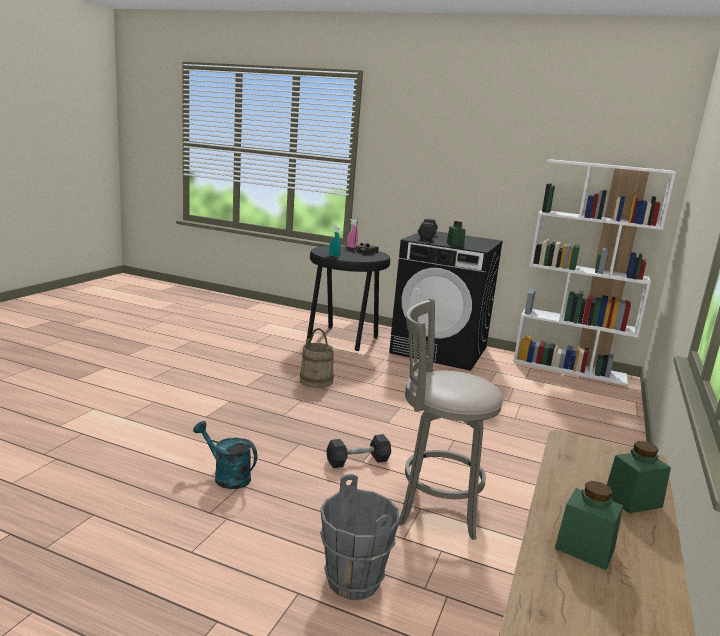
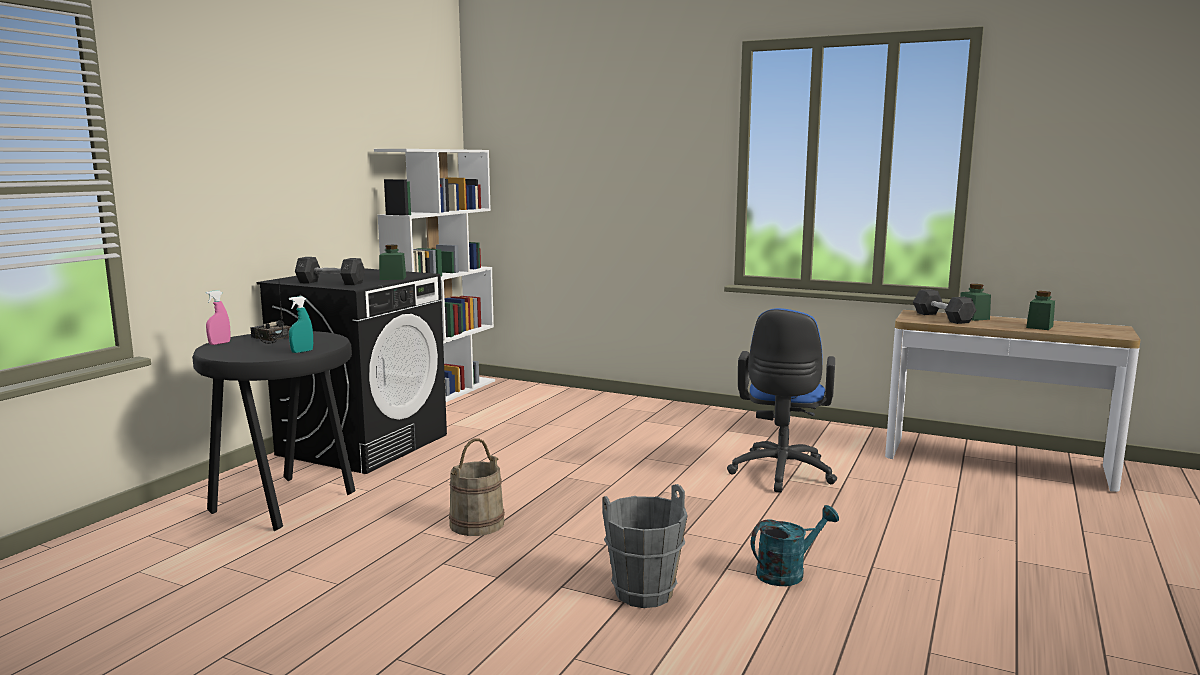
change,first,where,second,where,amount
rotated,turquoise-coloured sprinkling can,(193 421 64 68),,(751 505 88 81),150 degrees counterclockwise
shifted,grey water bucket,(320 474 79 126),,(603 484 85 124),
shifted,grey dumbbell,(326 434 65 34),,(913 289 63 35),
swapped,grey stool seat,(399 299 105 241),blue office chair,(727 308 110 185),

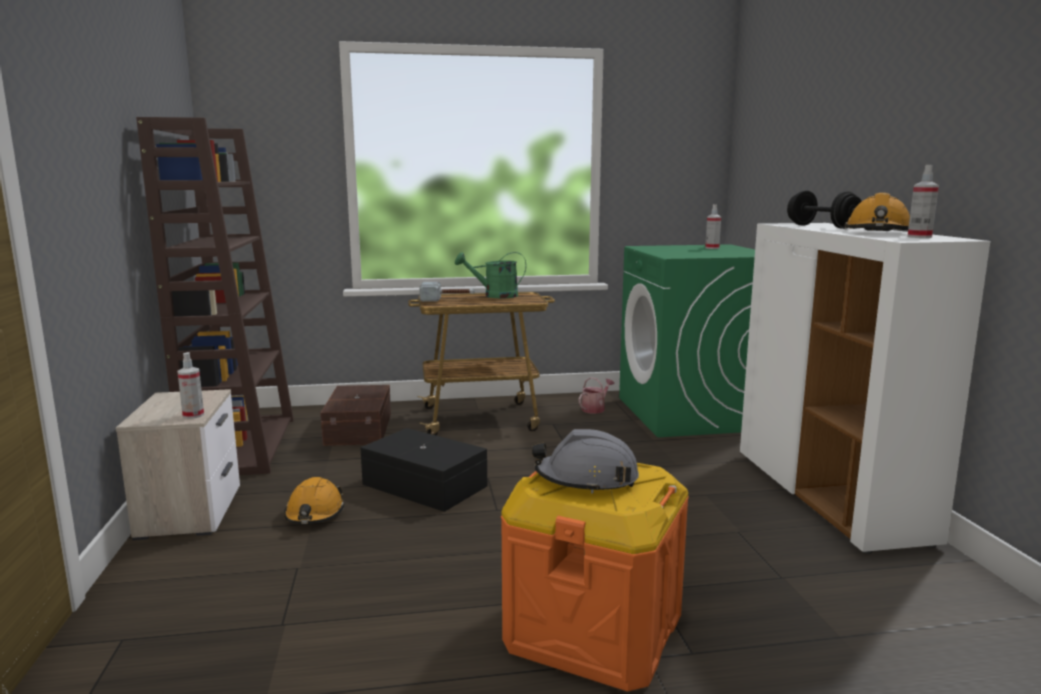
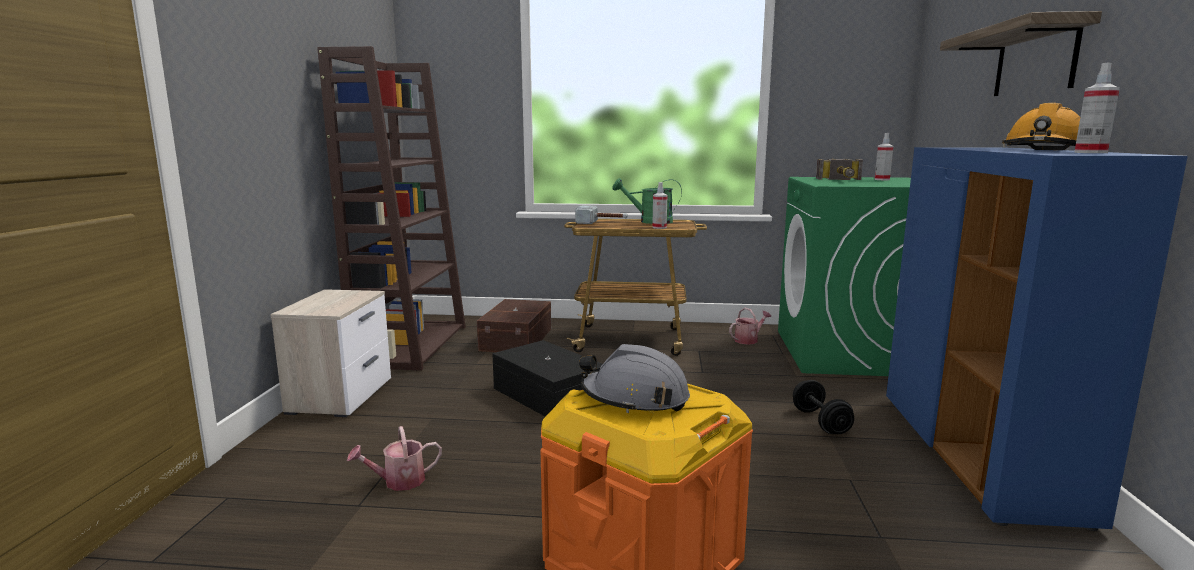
change,first,where,second,where,amount
shifted,sprayer,(177 352 27 67),,(652 182 15 47),
gone,orange-coloured safety helmet,(284 477 61 47),,,
repainted,white-coloured storage cabinet,(740 223 250 331),blue storage cabinet,(886 147 302 384),
shifted,black-coloured dumbbell,(787 191 75 38),,(793 380 61 54),
new,,,sprinkling can,(347 426 95 65),
new,,,tool hammer,(816 159 47 21),
new,,,bracket shelf,(940 11 162 85),

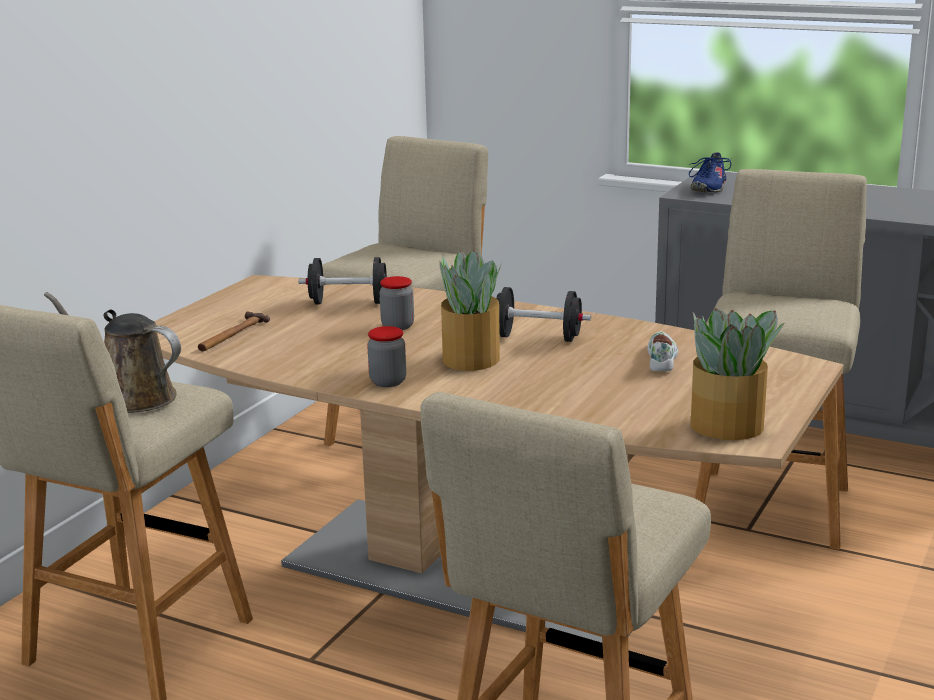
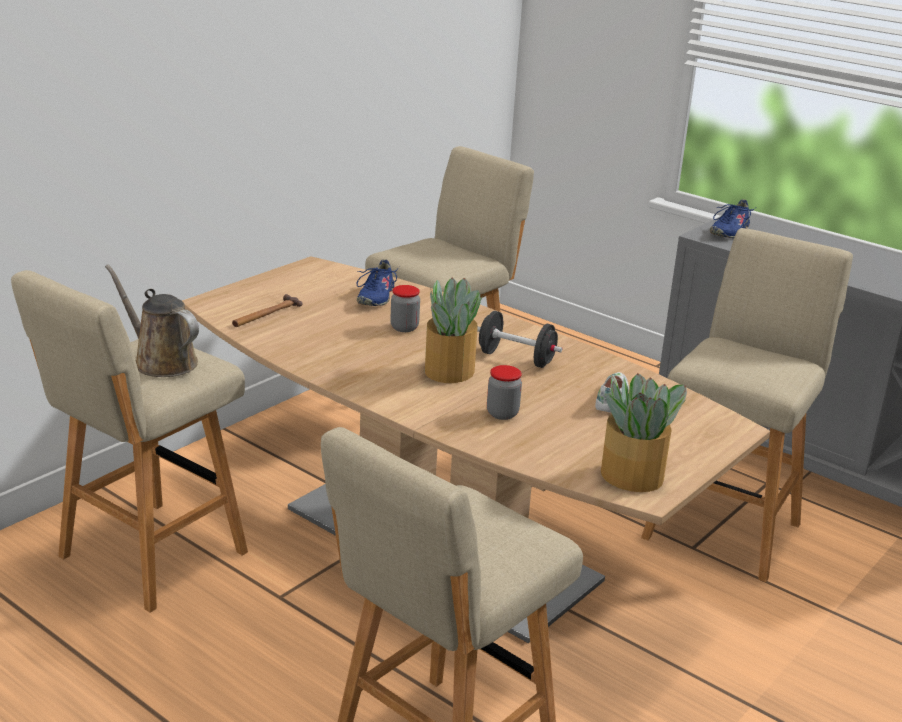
change,first,where,second,where,amount
swapped,black-coloured dumbbell,(298 257 89 47),blue low shoe,(356 259 43 47),
shifted,jar,(367 326 39 61),,(487 365 35 55),

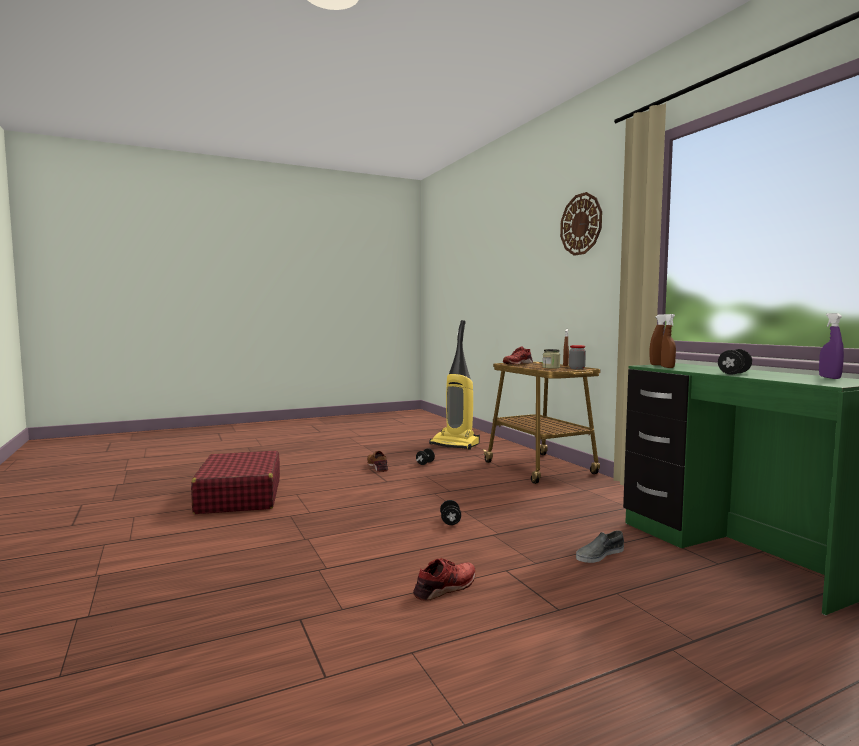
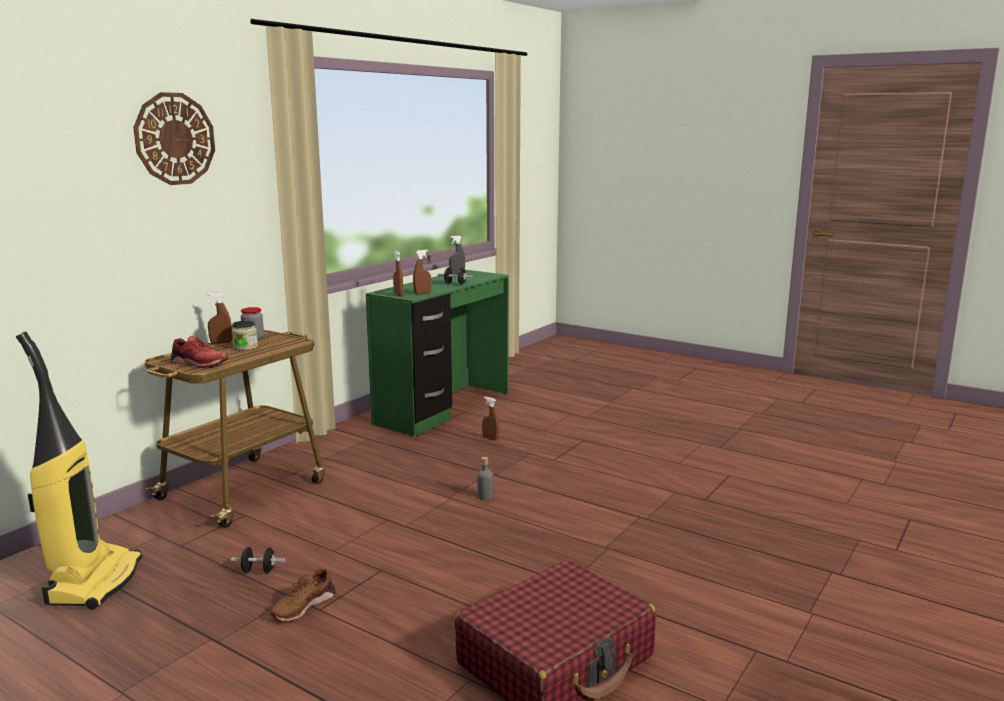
change,first,where,second,where,amount
gone,reddish low shoe,(413 558 63 43),,,
swapped,black-coloured dumbbell,(440 500 21 25),grey drink bottle,(477 457 16 43),
swapped,grey low shoe,(576 530 48 33),brown-coloured sprayer,(482 397 17 43),
repainted,purplish sprayer,(819 313 25 66),grey sprayer,(449 235 16 40),

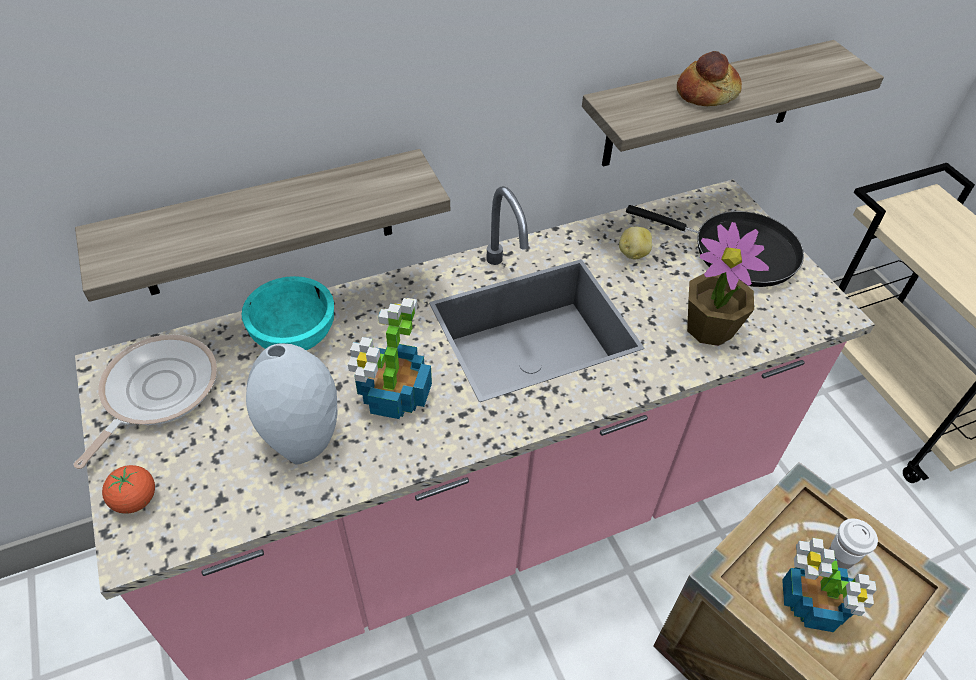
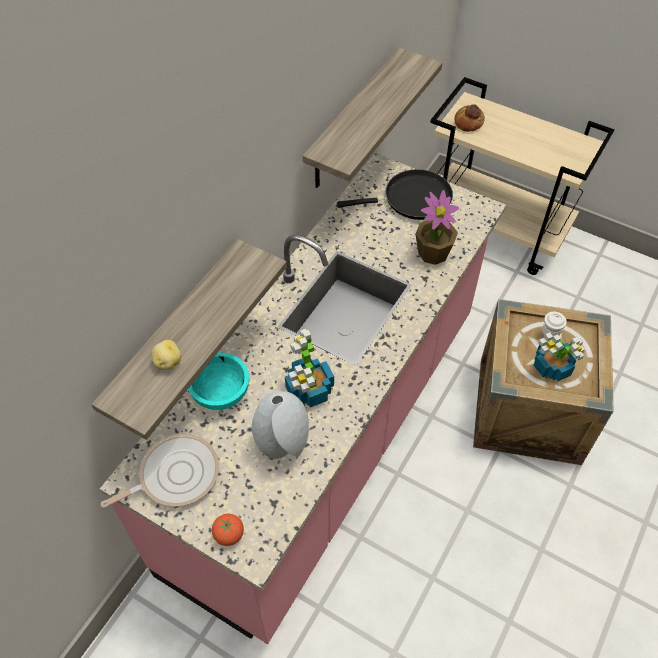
change,first,where,second,where,amount
rotated,frying pan,(73 334 144 135),,(101 434 118 74),75 degrees clockwise
shifted,spud,(619 227 33 32),,(152 340 29 30),
shifted,baked bread,(677 51 65 55),,(455 104 30 28),

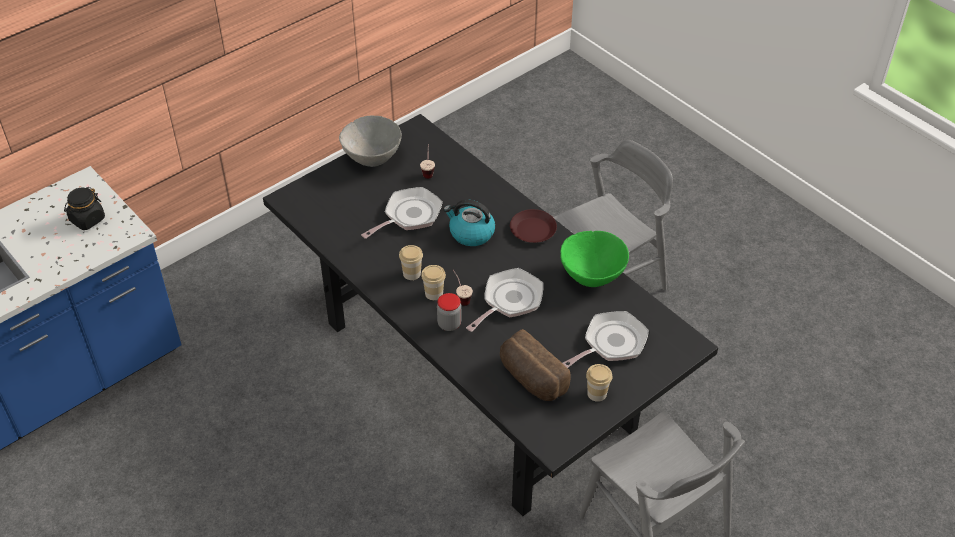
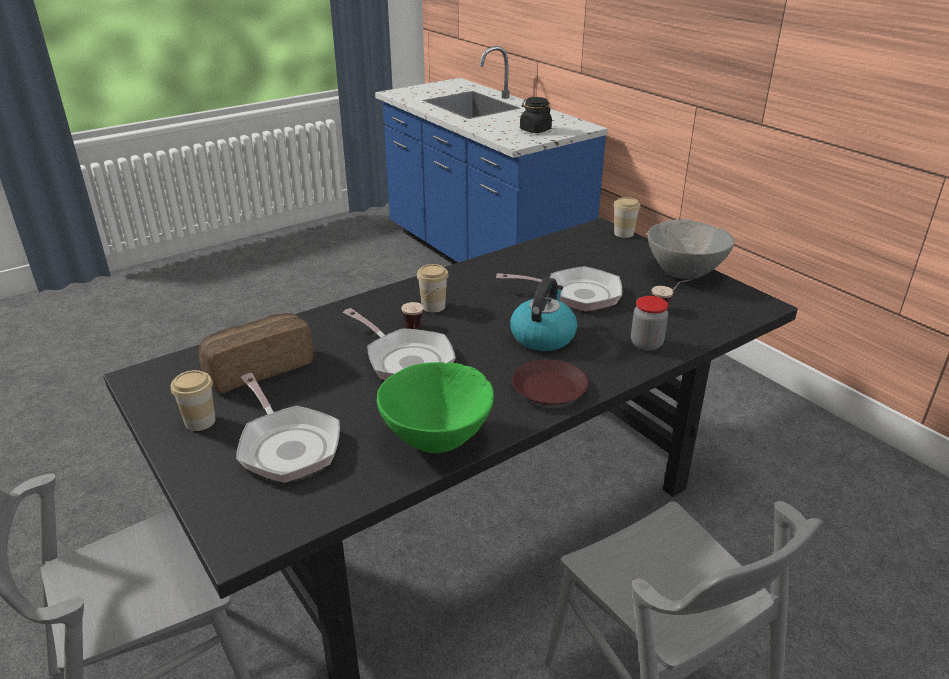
change,first,where,second,where,amount
rotated,frying pan,(361 187 82 52),,(496 266 126 46),45 degrees counterclockwise
shifted,small cup,(399 245 24 35),,(614 197 26 41),
shifted,jar,(437 293 24 38),,(631 296 37 55),

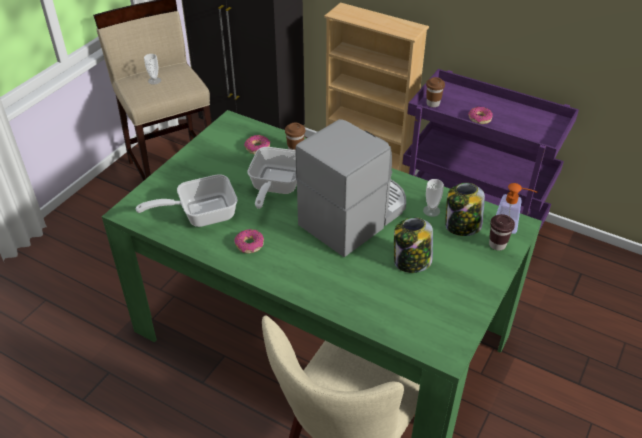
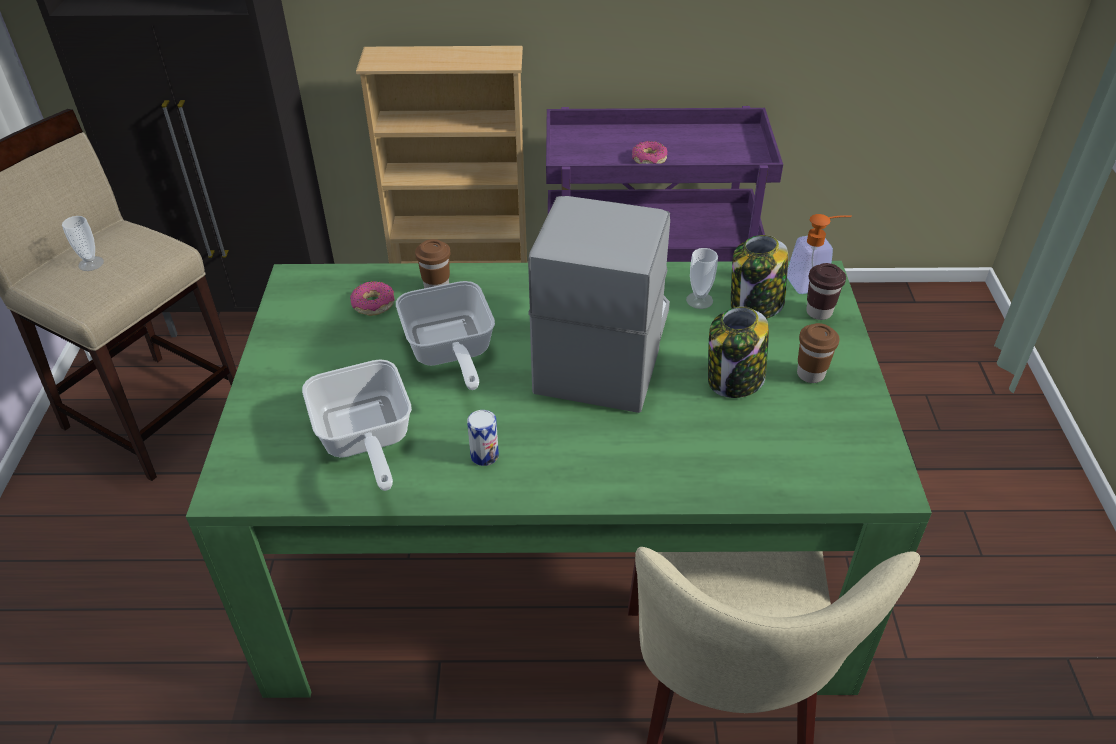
change,first,where,second,where,amount
rotated,frying pan,(136 174 102 53),,(302 359 110 132),60 degrees counterclockwise
swapped,donut,(234 229 30 24),metal can,(467 410 32 56),
shifted,brown-coloured small cup,(426 77 19 30),,(797 323 43 60),

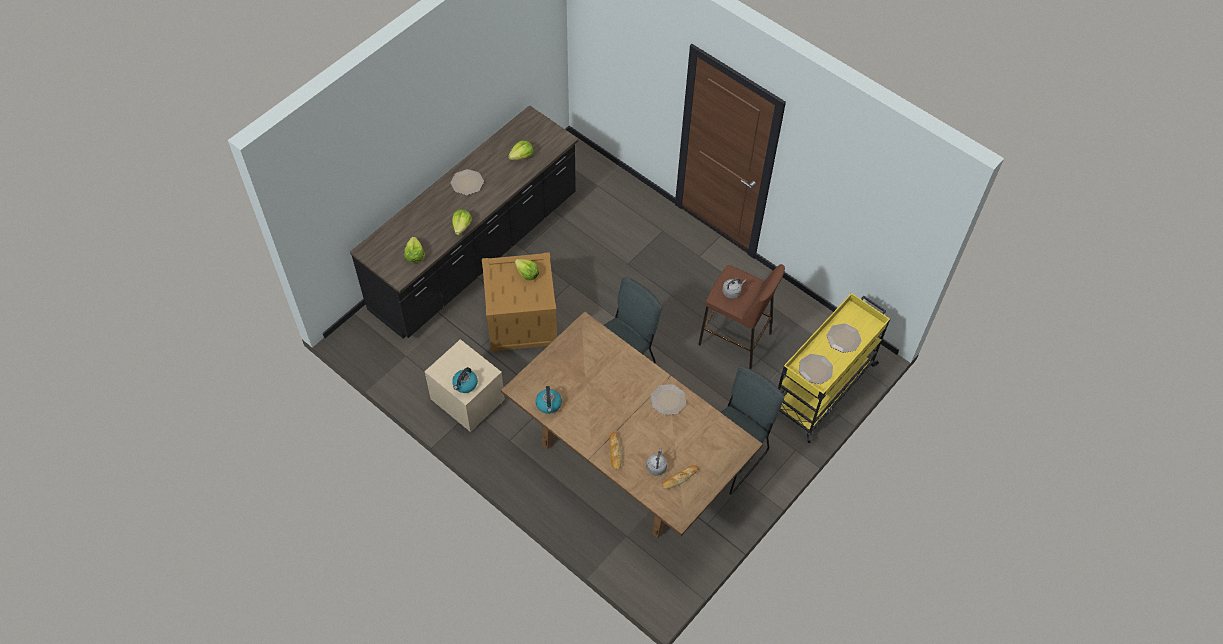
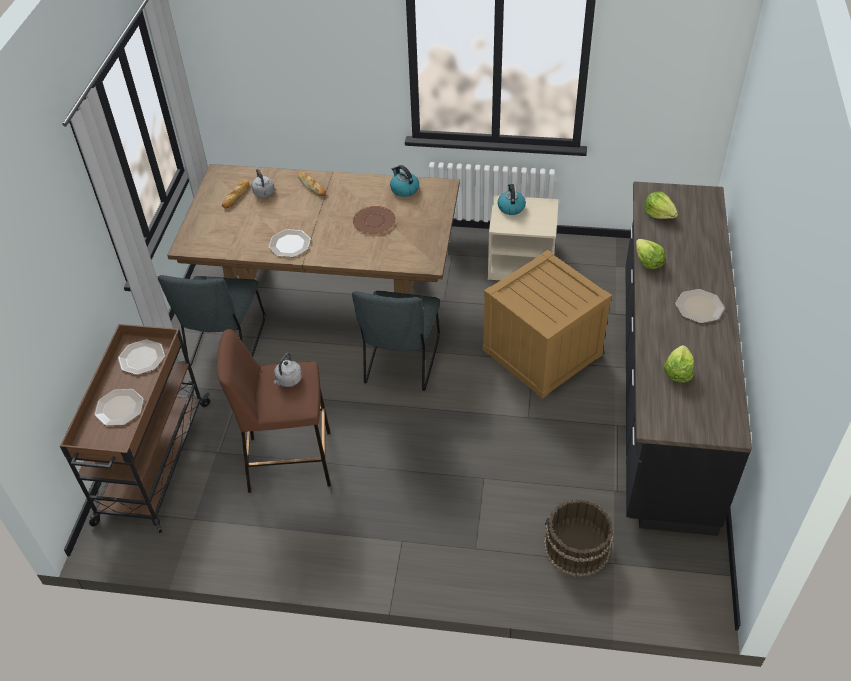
change,first,where,second,where,amount
gone,lettuce,(515 259 24 21),,,
repainted,yellow cart,(778 293 112 150),brown-coloured cart,(60 324 150 209),
new,,,brown-coloured flat dish,(353 206 43 28),
new,,,brown-coloured water bucket,(544 499 70 78),

